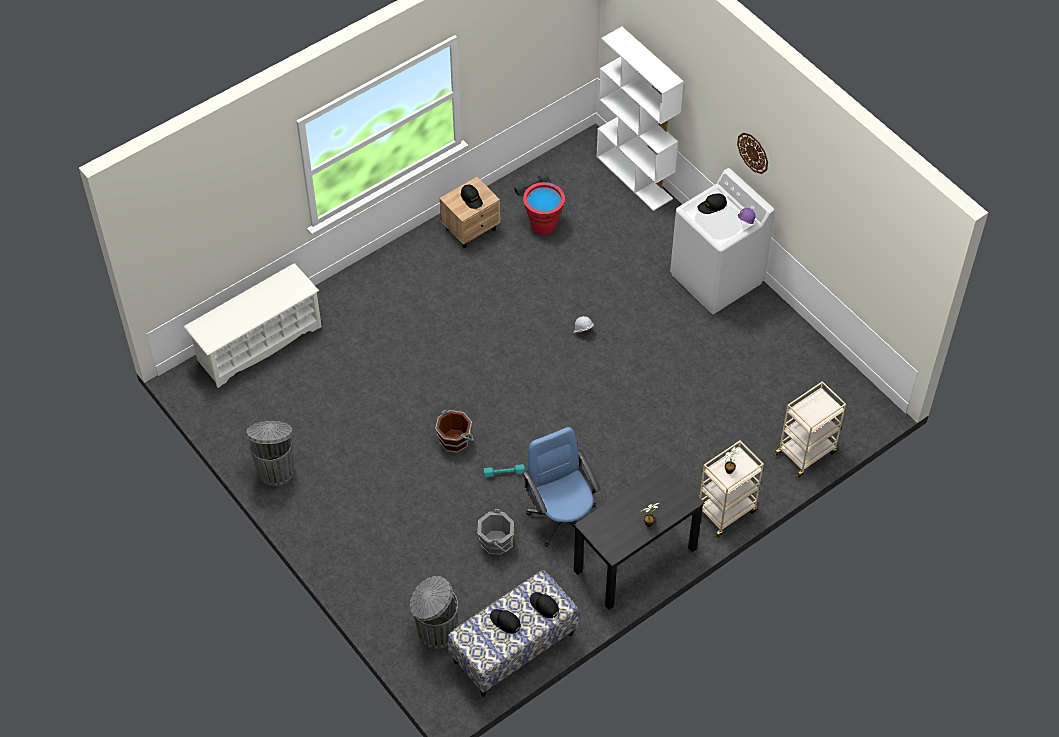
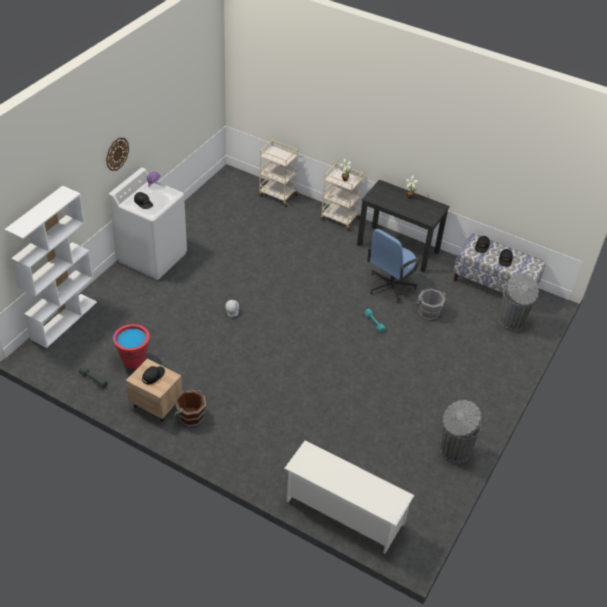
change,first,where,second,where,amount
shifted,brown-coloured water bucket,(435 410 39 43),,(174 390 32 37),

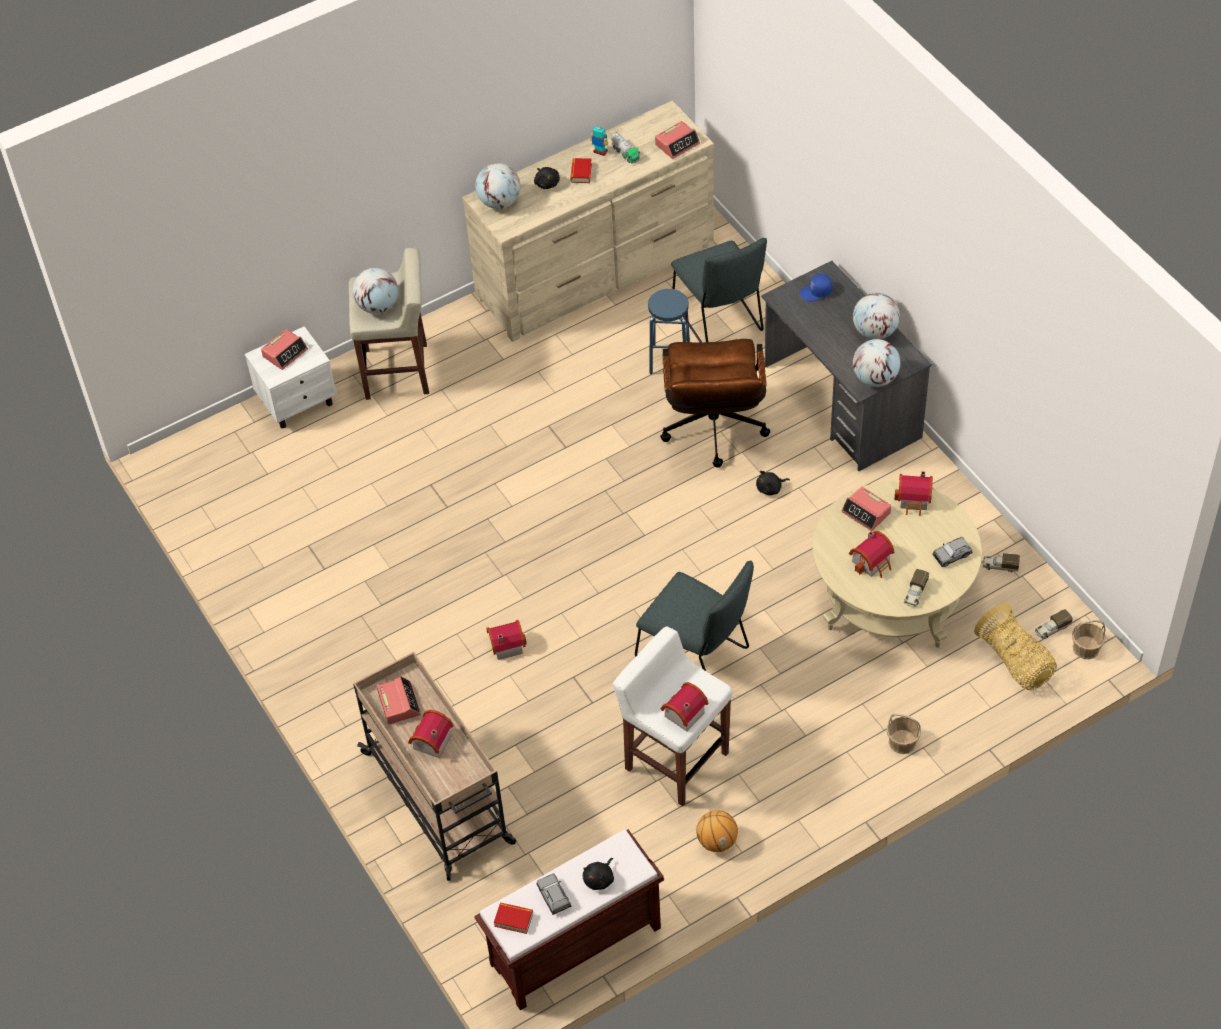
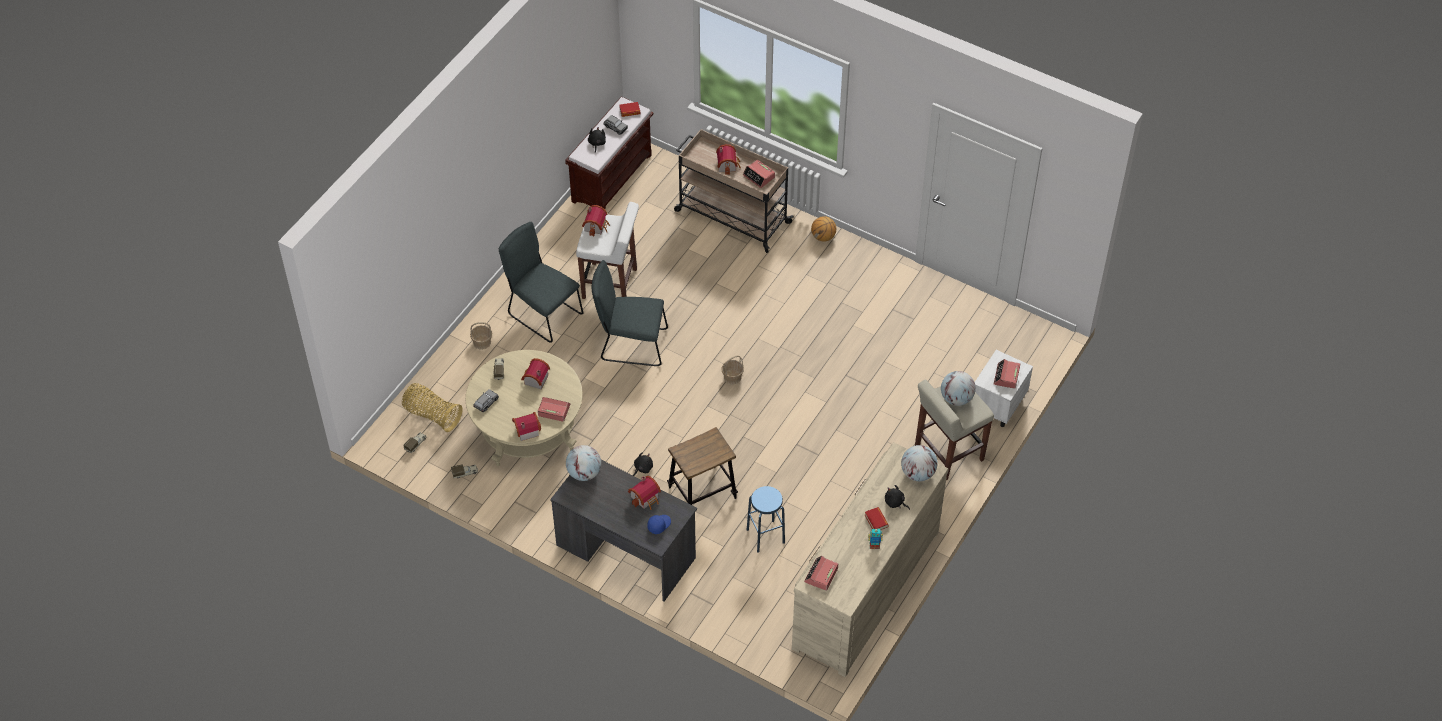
change,first,where,second,where,amount
shifted,model house,(487 620 40 40),,(628 476 33 34),
gone,toy lorry,(611 132 29 32),,,
swapped,brown-coloured office chair,(660 339 110 129),stool seat,(667 427 71 78),
shifted,grey plain chair,(671 238 96 105),,(499 222 84 121),
shifted,basketball,(696 810 42 42),,(811 216 25 26),
gone,desk globe,(853 293 47 46),,,
shifted,household basket,(1072 620 34 39),,(722 355 22 29),

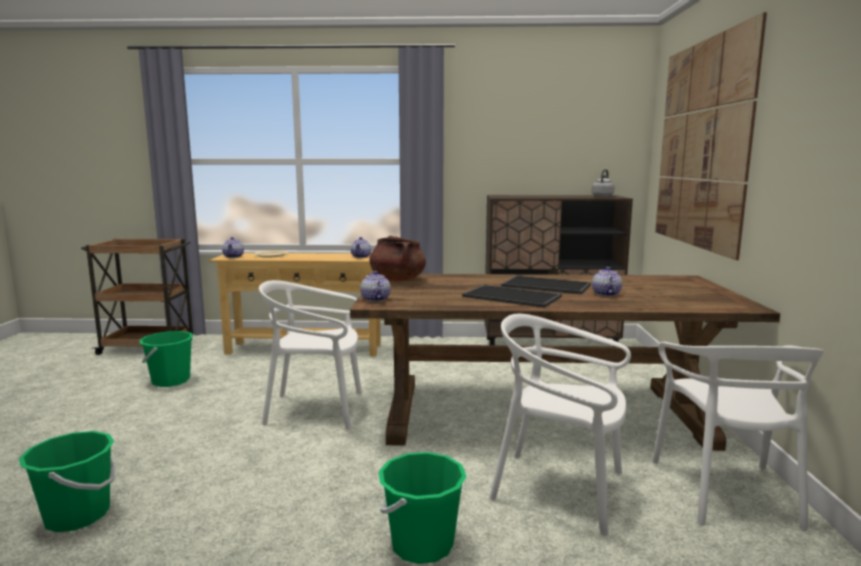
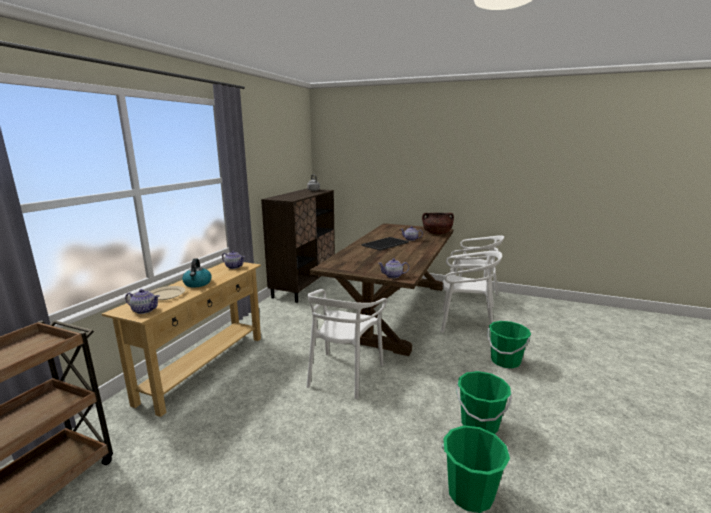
change,first,where,second,where,amount
shifted,green-coloured water bucket,(139 331 54 56),,(456 371 56 63),
shifted,brown-coloured cooking pot,(369 236 57 45),,(422 213 32 21),
gone,carrying tray,(462 285 100 23),,,
rotated,white-coloured plain chair,(490 314 141 222),,(441 251 61 82),120 degrees counterclockwise
gone,wall picture,(655 12 112 248),,,
new,,,kettle,(182 258 30 29),

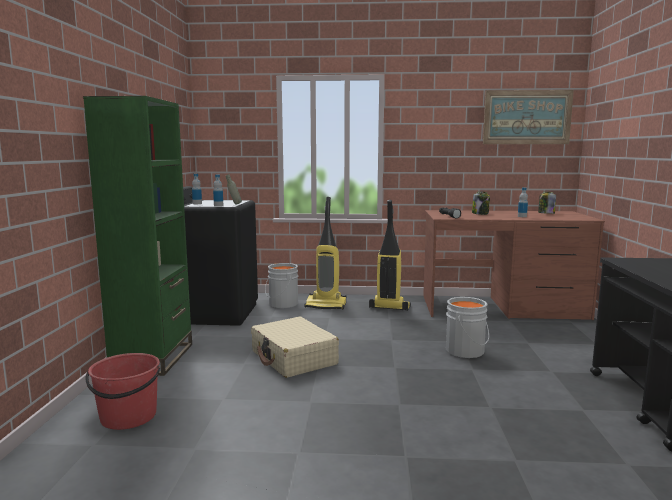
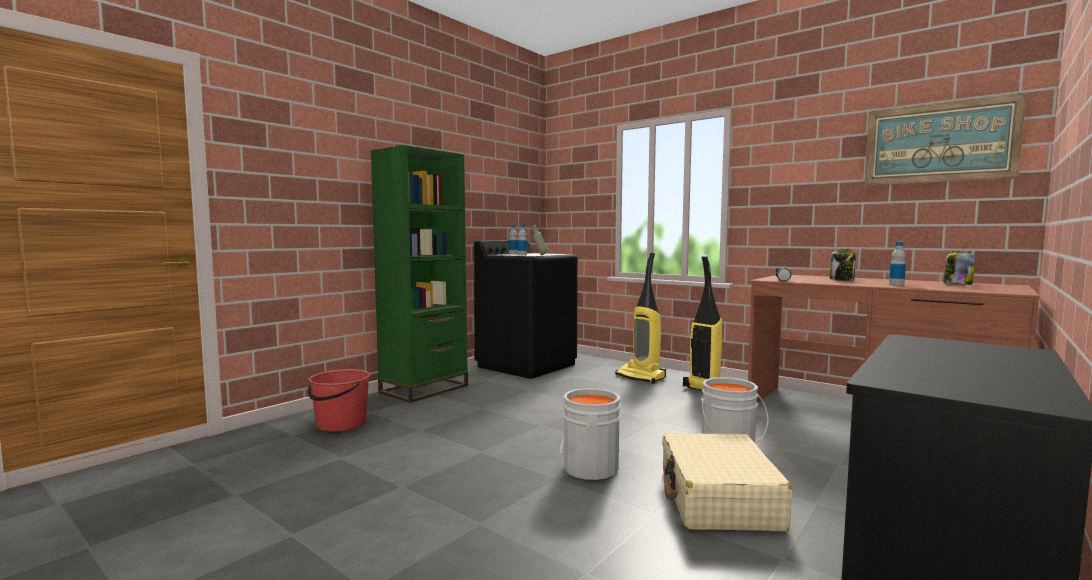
change,first,where,second,where,amount
shifted,beige-coloured travel case,(251 317 88 61),,(662 433 131 98),
shifted,grey water bucket,(265 263 33 45),,(560 388 61 92),

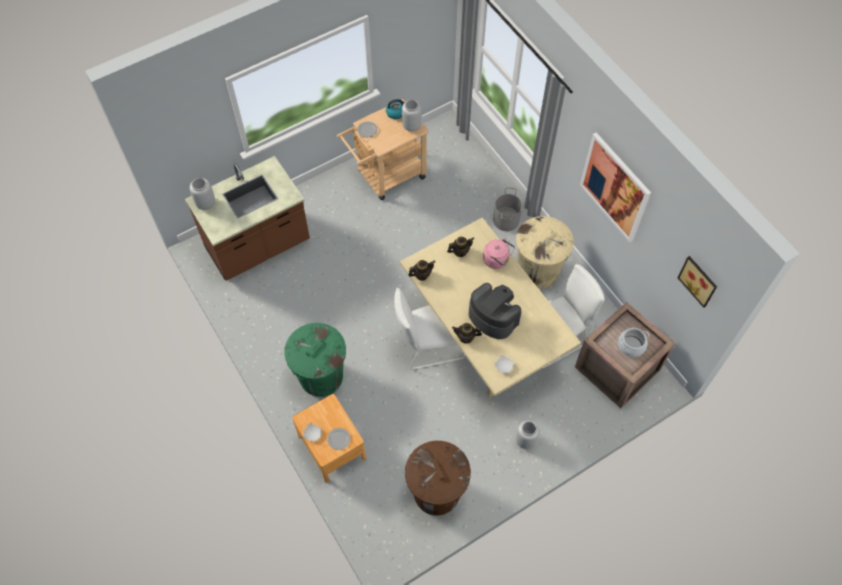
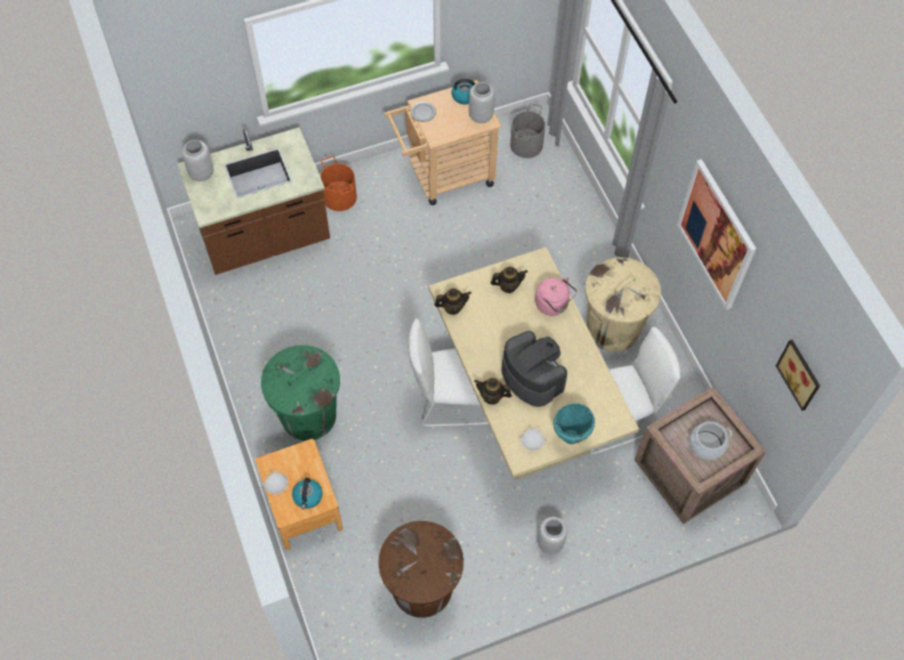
change,first,where,second,where,amount
swapped,flat dish,(327 428 24 22),kettle,(292 478 30 31),
shifted,grey water bucket,(493 187 29 44),,(510 103 35 55),
new,,,orange-coloured water bucket,(320 156 37 55),
new,,,turquoise-coloured cooking pot,(553 403 42 41),

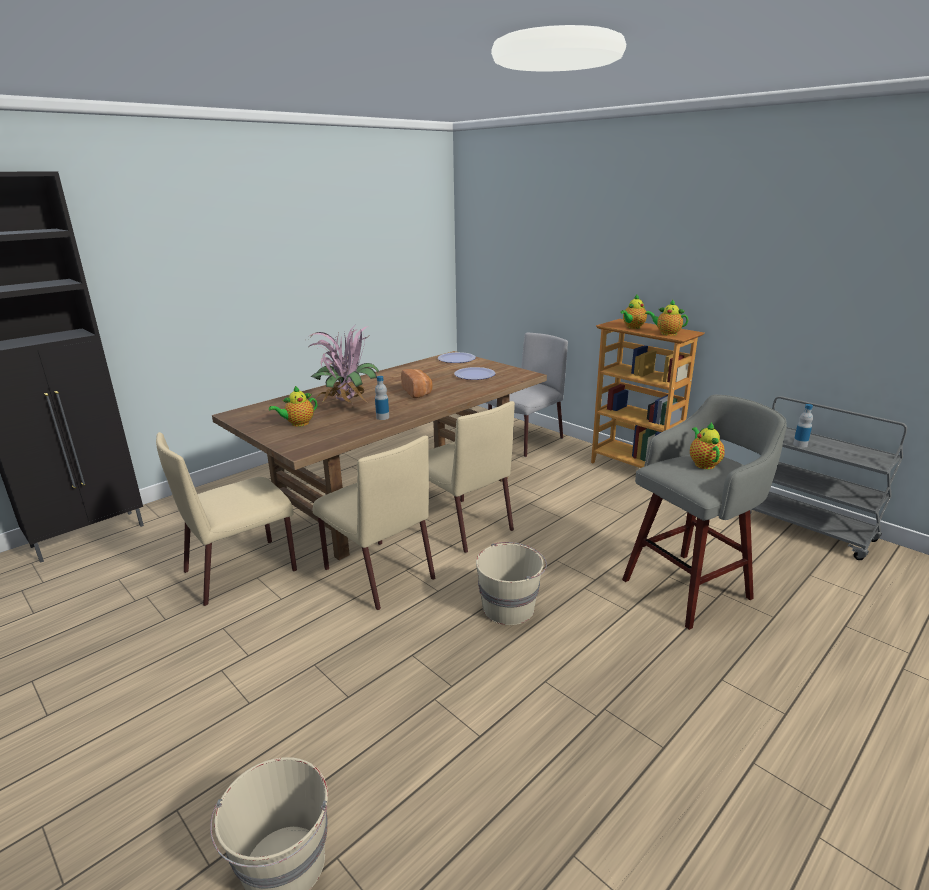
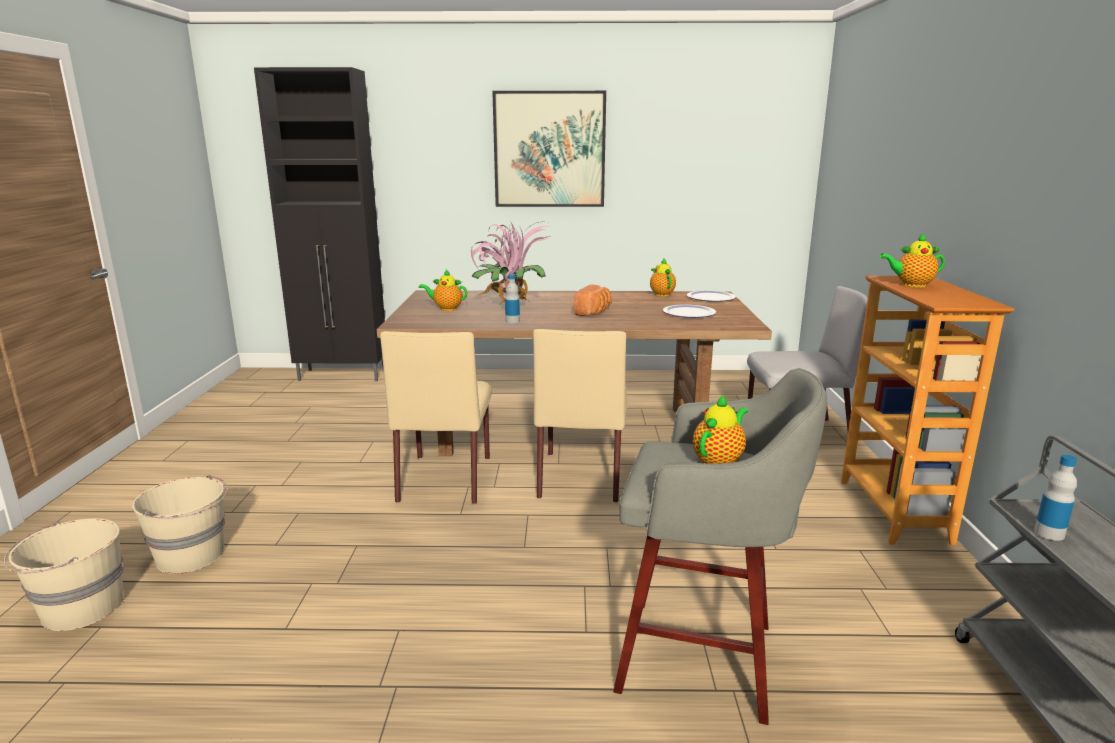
change,first,where,second,where,amount
gone,beige-coloured plain chair,(156 432 141 174),,,
shifted,beige-coloured water bucket,(476 542 71 83),,(132 475 96 99),
shifted,pot for tea,(645 300 43 36),,(650 258 26 38),
new,,,wall picture,(492 91 114 116),

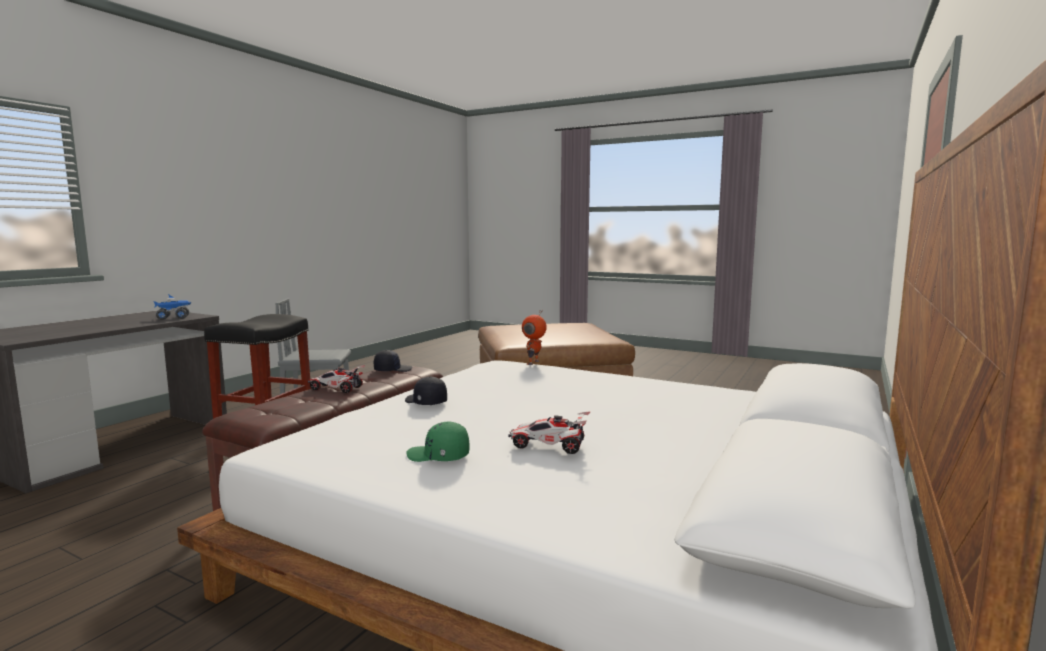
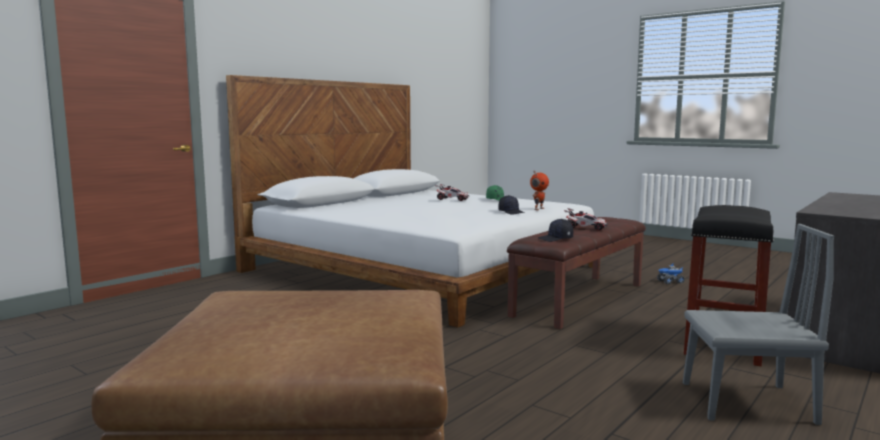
change,first,where,second,where,amount
shifted,toy lorry,(154 294 37 26),,(657 263 28 21),
shifted,model robot,(522 310 25 55),,(530 172 19 38),

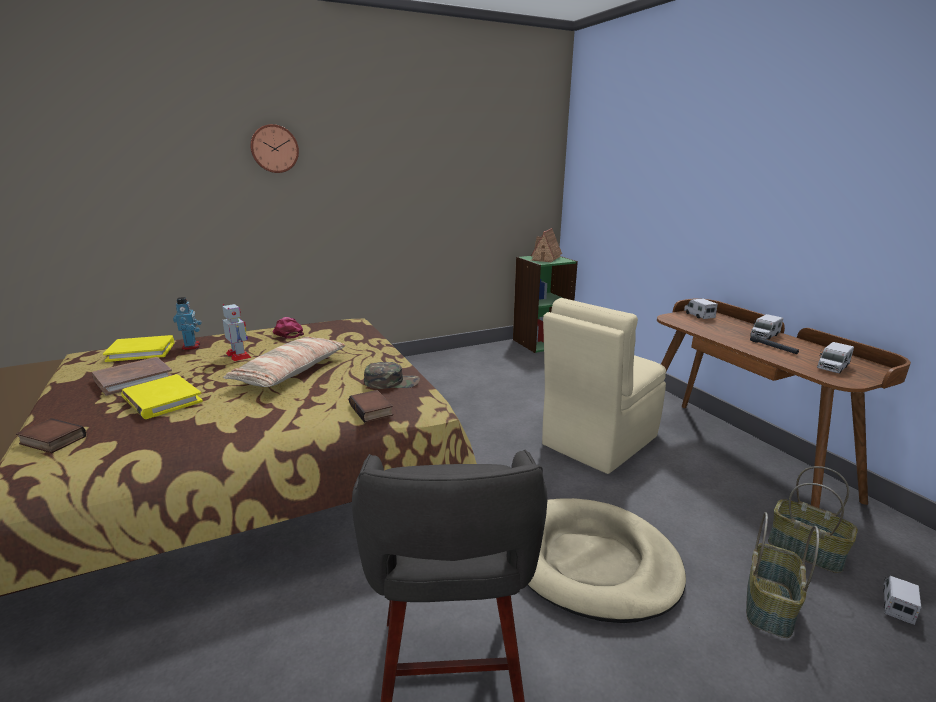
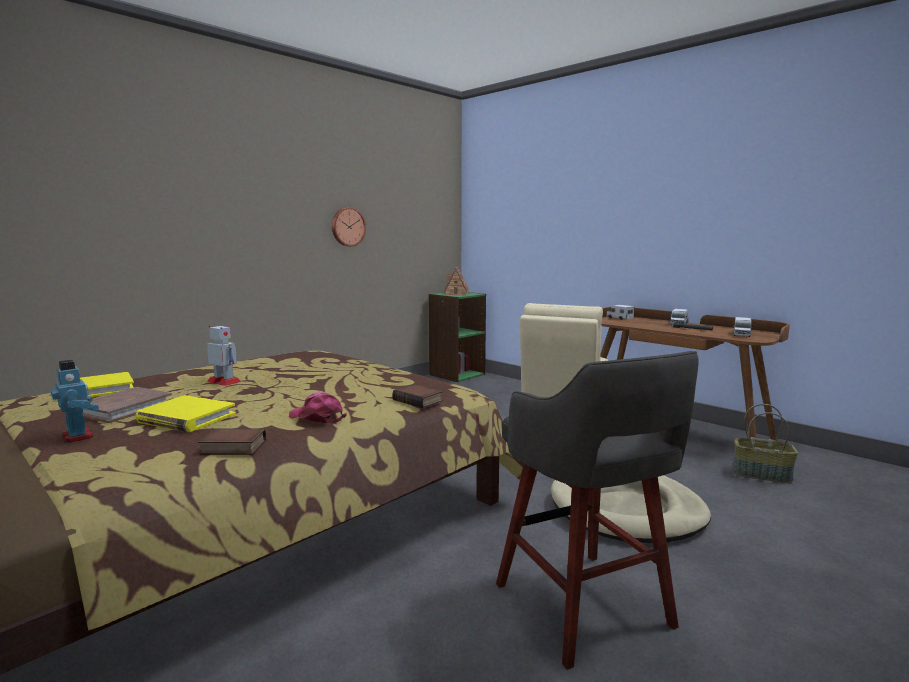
change,first,where,second,where,amount
shifted,book,(16 418 70 35),,(198 428 68 27),
shifted,model robot,(173 297 29 53),,(51 360 48 83),
gone,cushion,(223 337 123 50),,,
shifted,clock on the wall,(250 124 49 49),,(332 207 34 39),
shifted,pink baseball cap,(273 317 31 22),,(289 392 58 31),
gone,green-coloured baseball cap,(364 362 56 27),,,
gone,household basket,(746 512 73 126),,,
gone,toy lorry,(883 576 38 49),,,

